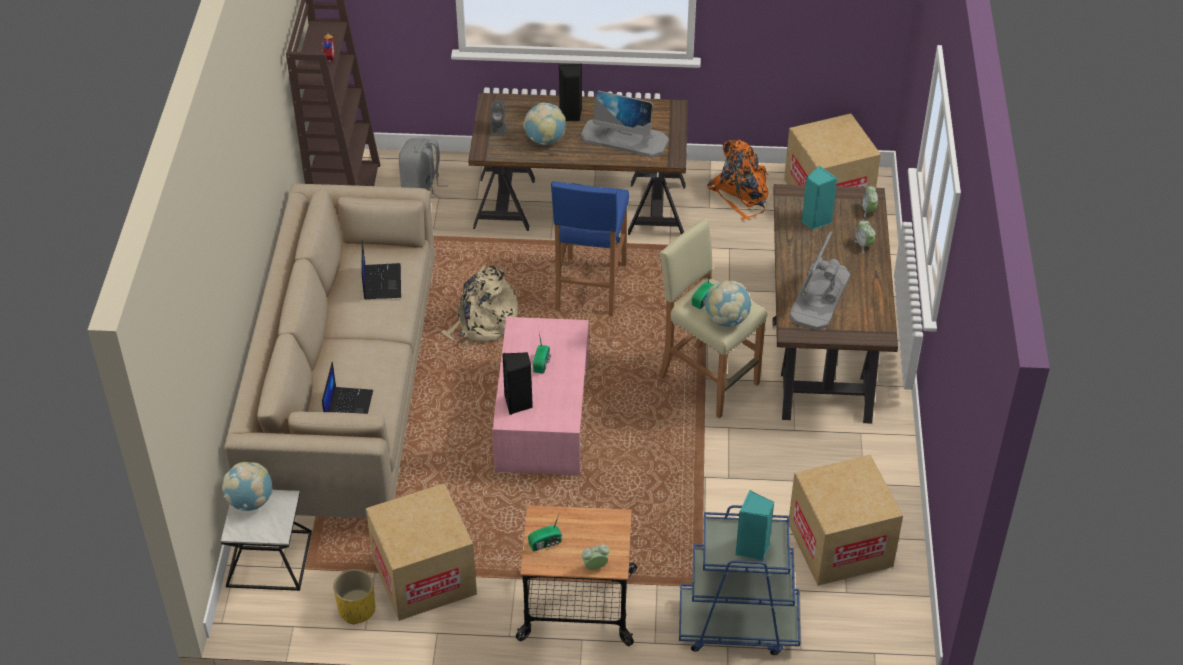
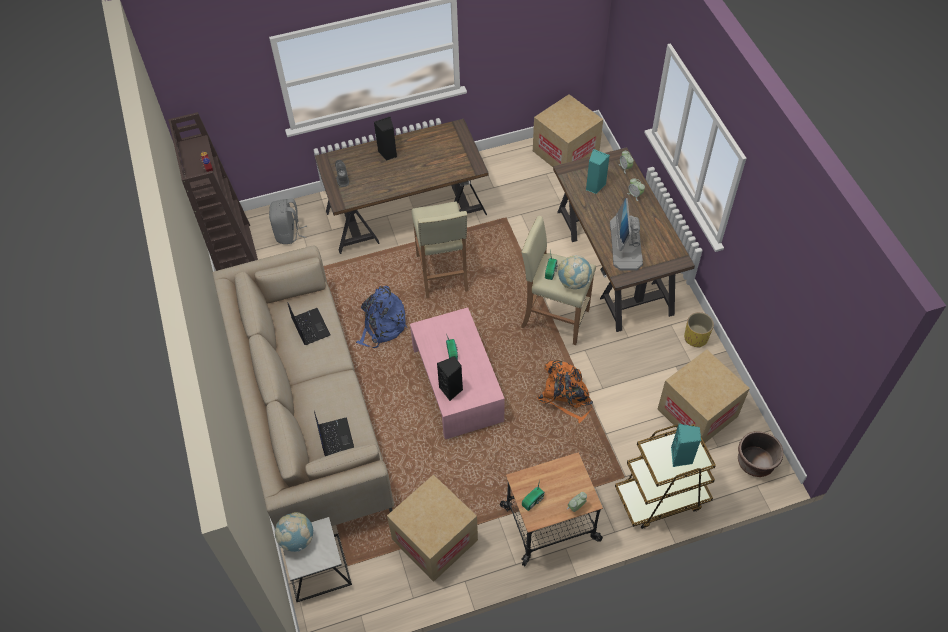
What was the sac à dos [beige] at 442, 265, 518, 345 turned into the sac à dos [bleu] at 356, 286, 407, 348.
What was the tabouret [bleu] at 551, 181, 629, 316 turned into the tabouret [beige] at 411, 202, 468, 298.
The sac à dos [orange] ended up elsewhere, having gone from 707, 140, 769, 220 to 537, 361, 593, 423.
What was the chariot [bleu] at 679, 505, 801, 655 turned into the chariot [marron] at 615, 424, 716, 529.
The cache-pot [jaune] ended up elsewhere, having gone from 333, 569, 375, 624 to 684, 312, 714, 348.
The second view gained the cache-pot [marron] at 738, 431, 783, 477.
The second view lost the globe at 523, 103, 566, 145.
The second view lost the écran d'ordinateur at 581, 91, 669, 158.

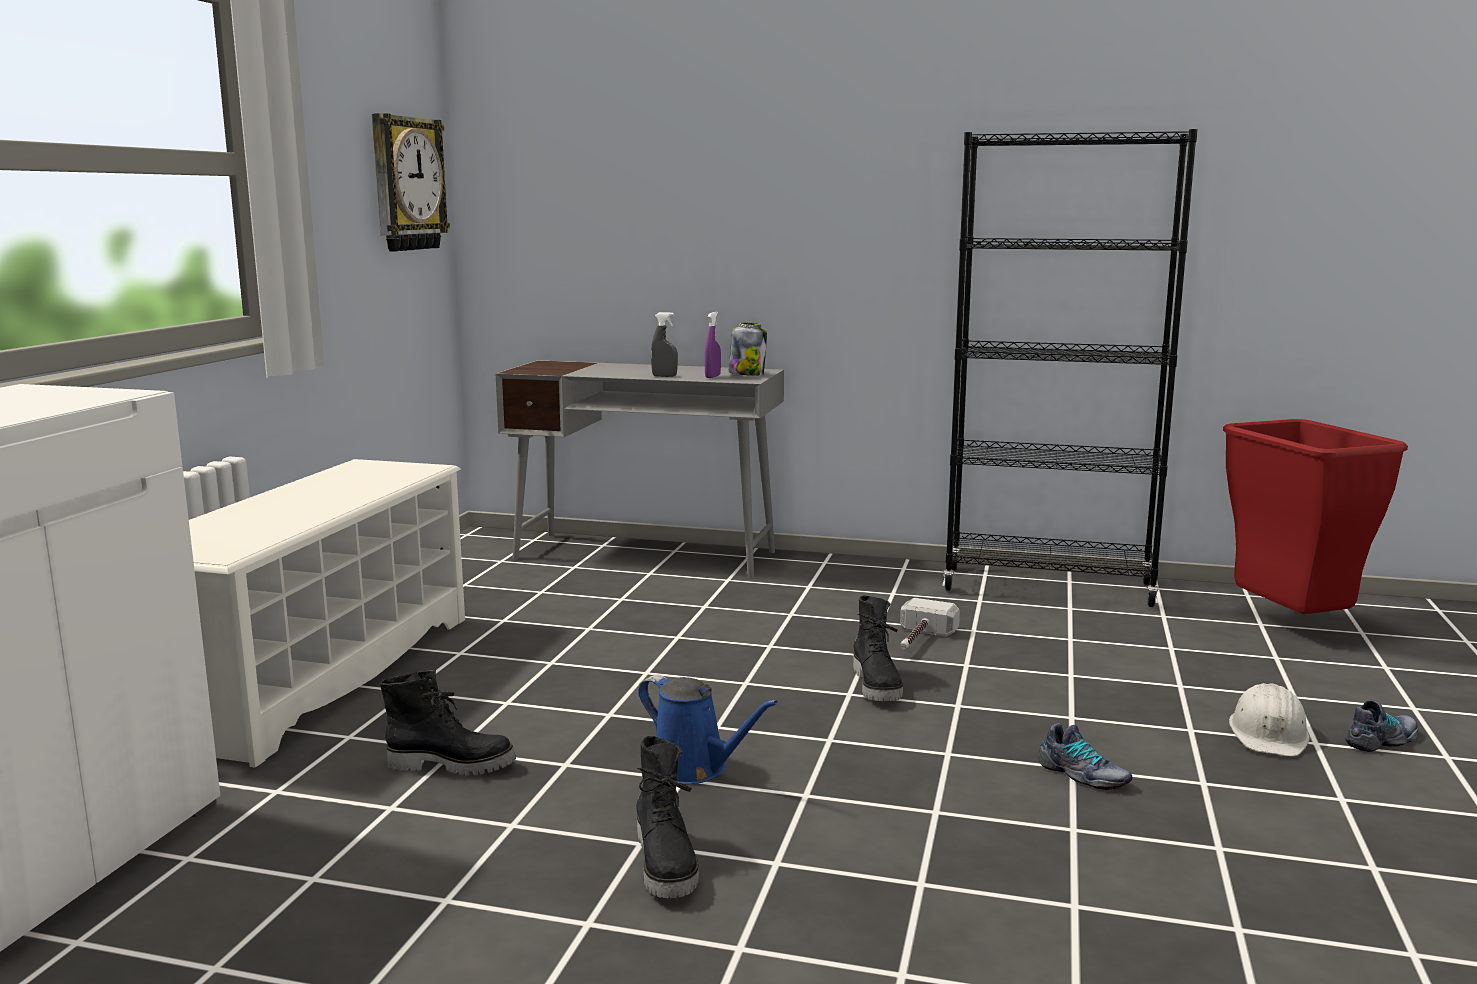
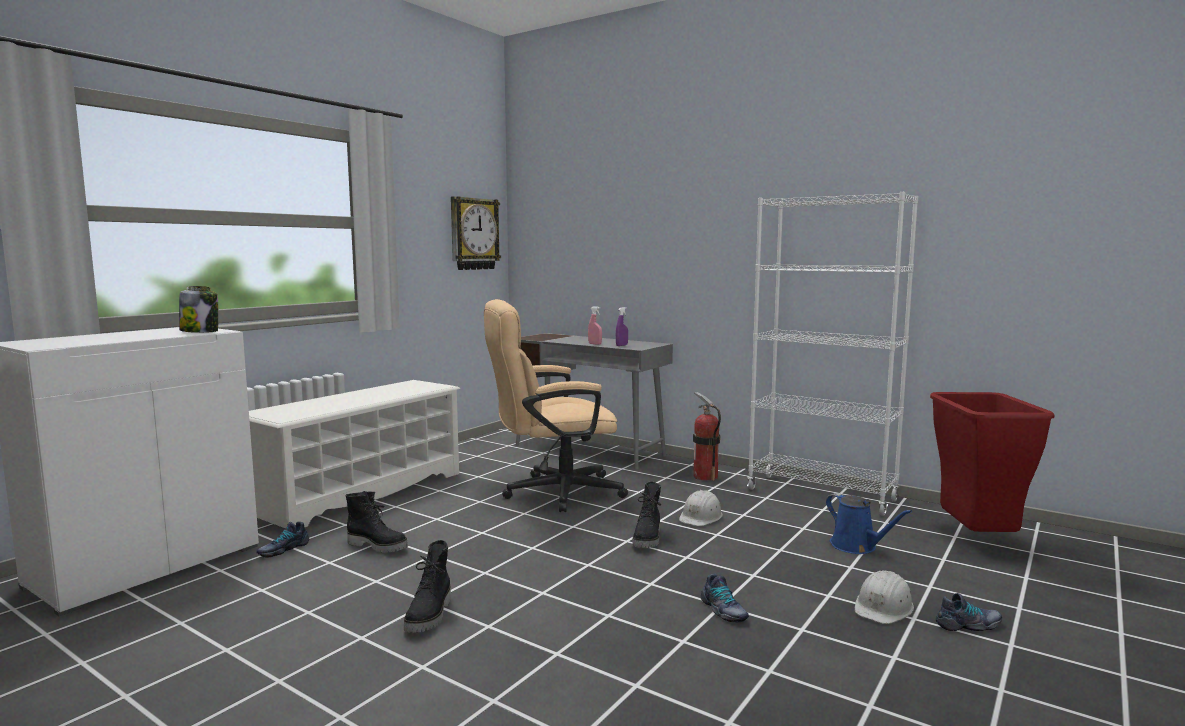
The bocal ended up elsewhere, having gone from 729, 323, 767, 376 to 179, 286, 218, 333.
The second view gained the chaussure at 256, 521, 309, 558.
The second view gained the chaise de bureau [beige] at 484, 299, 628, 512.
What was the vaporisateur [gris] at 651, 312, 678, 377 turned into the vaporisateur [rose] at 588, 307, 602, 345.
Where the marteau stood at 900, 598, 960, 650, the casque de chantier [blanc] came to stand at 679, 490, 723, 526.
The second view gained the extincteur at 693, 392, 721, 481.
What was the bibliothèque [noir] at 943, 129, 1198, 607 turned into the bibliothèque [blanc] at 747, 192, 918, 516.
The arrosoir [bleu] ended up elsewhere, having gone from 638, 675, 778, 785 to 826, 493, 912, 554.

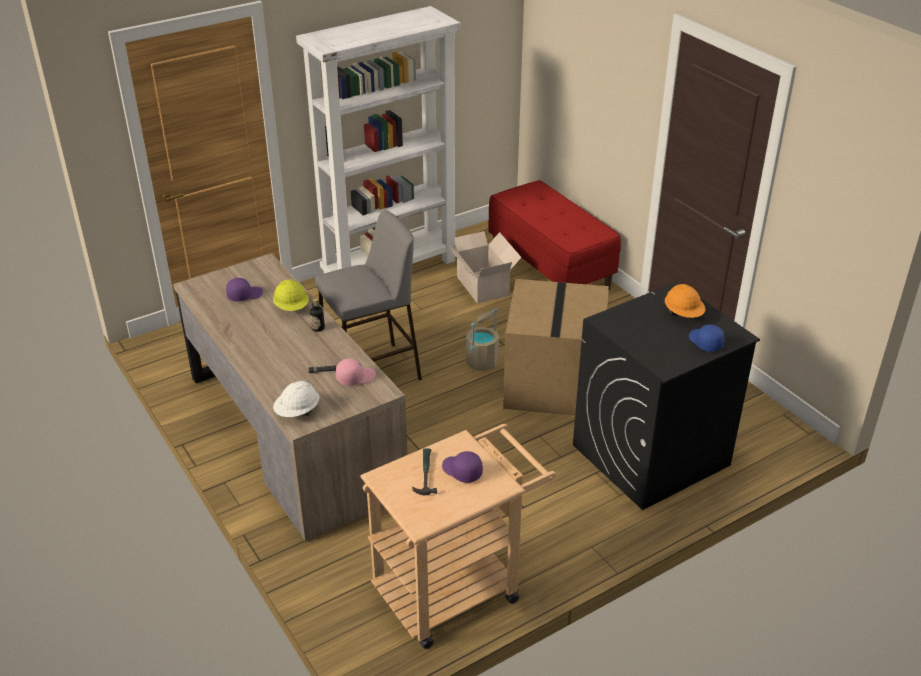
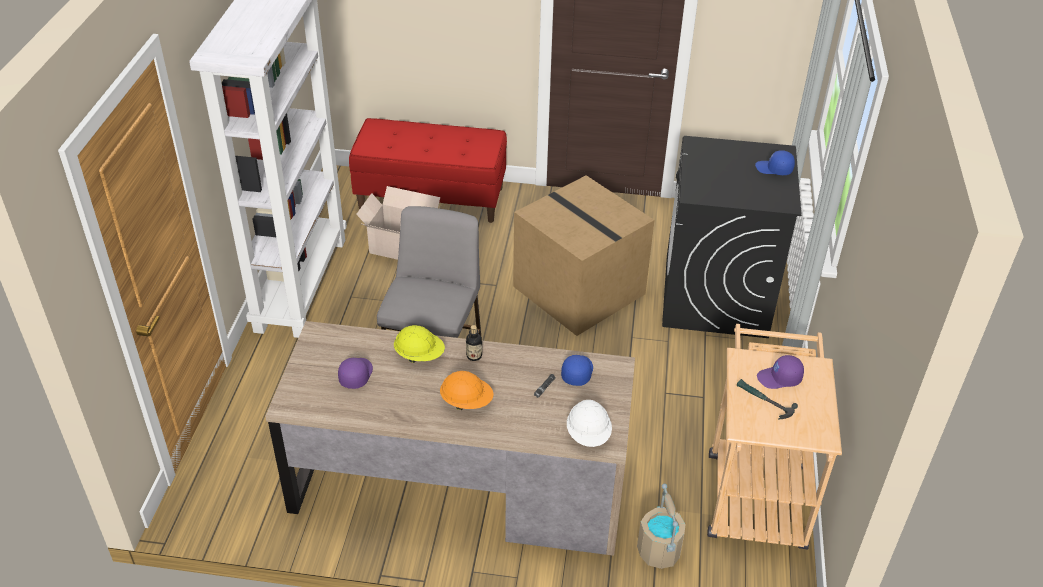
The casque de chantier [orange] ended up elsewhere, having gone from 665, 284, 705, 318 to 440, 371, 494, 410.
What was the casquette [rose] at 336, 358, 376, 385 turned into the casquette [bleu] at 561, 355, 593, 386.
The seau [beige] ended up elsewhere, having gone from 466, 308, 499, 371 to 637, 484, 686, 569.

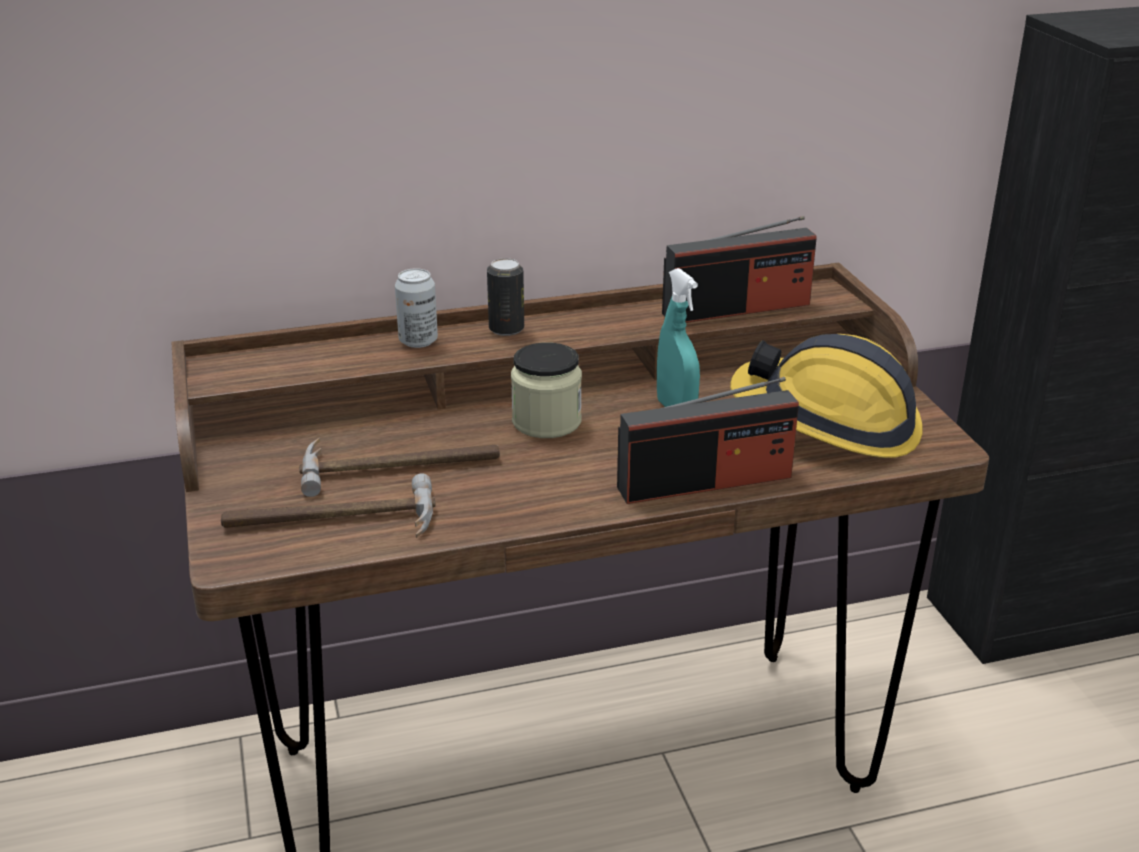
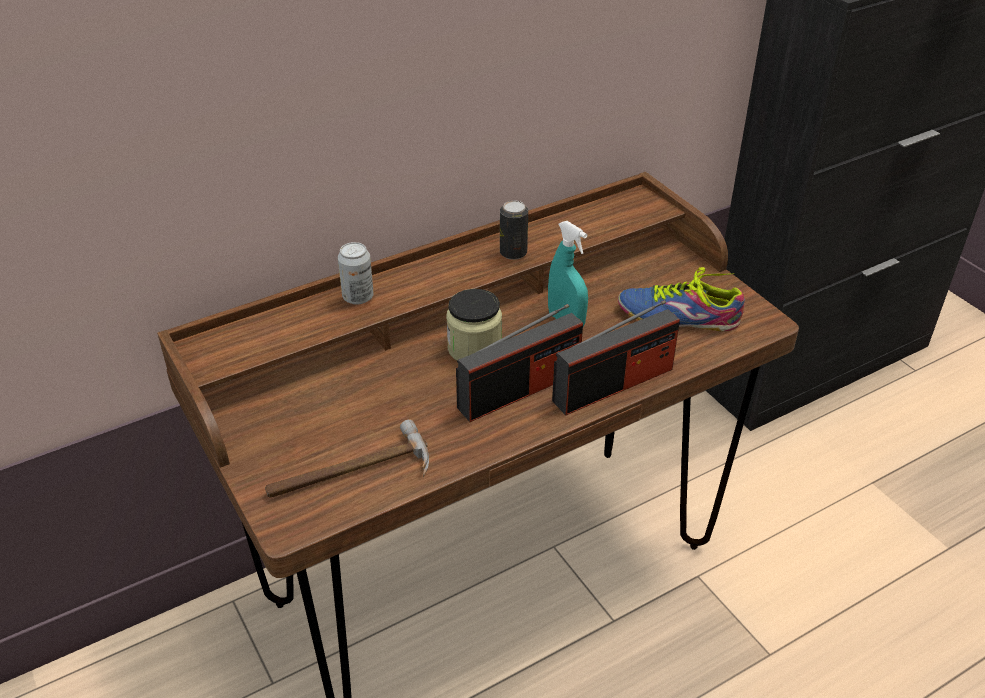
The radio ended up elsewhere, having gone from 662, 216, 817, 323 to 456, 304, 583, 422.
The boîte métallique ended up elsewhere, having gone from 487, 258, 524, 336 to 500, 200, 528, 260.
Where the casque de chantier stood at 730, 334, 923, 458, the chaussure came to stand at 618, 267, 745, 332.
The second view lost the marteau at 299, 437, 500, 497.

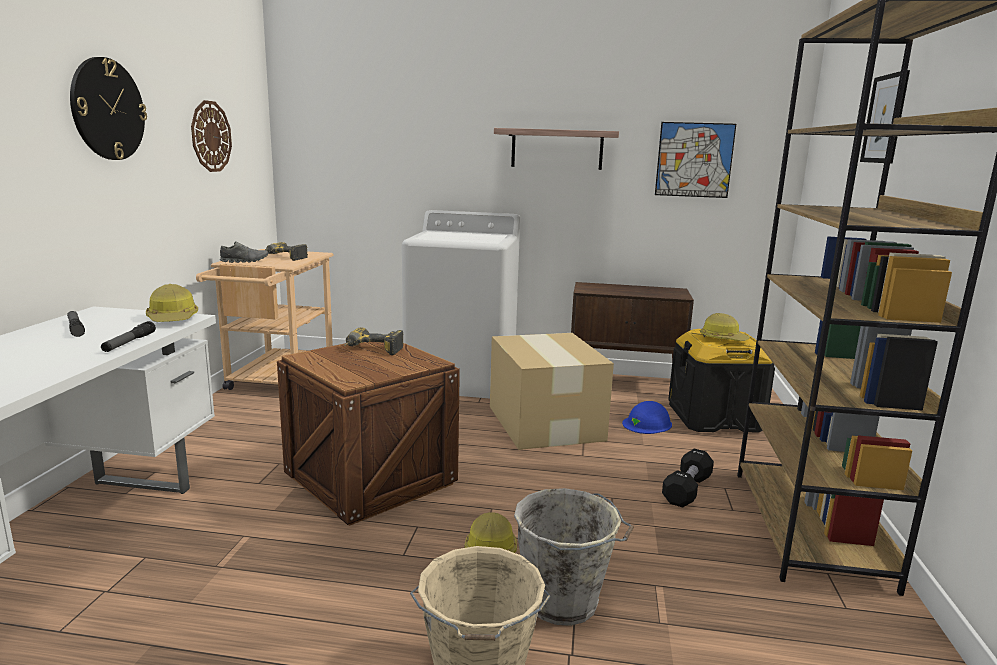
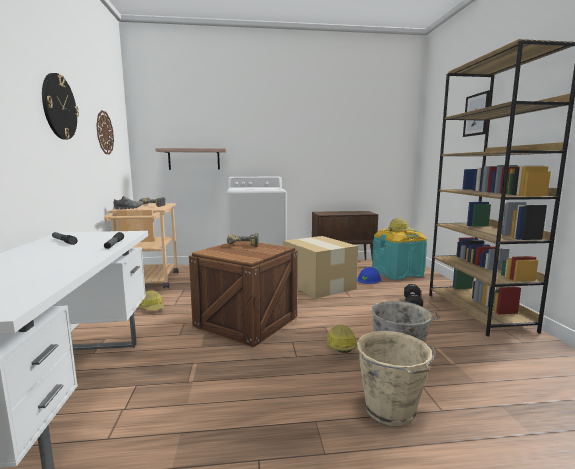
The casque de chantier ended up elsewhere, having gone from 146, 284, 198, 322 to 139, 290, 165, 311.
The étagère ended up elsewhere, having gone from 494, 128, 619, 170 to 155, 148, 227, 170.
What was the boîte de rangement [noir] at 668, 329, 775, 432 turned into the boîte de rangement [turquoise] at 372, 229, 427, 280.
The second view lost the tableau at 655, 122, 736, 198.

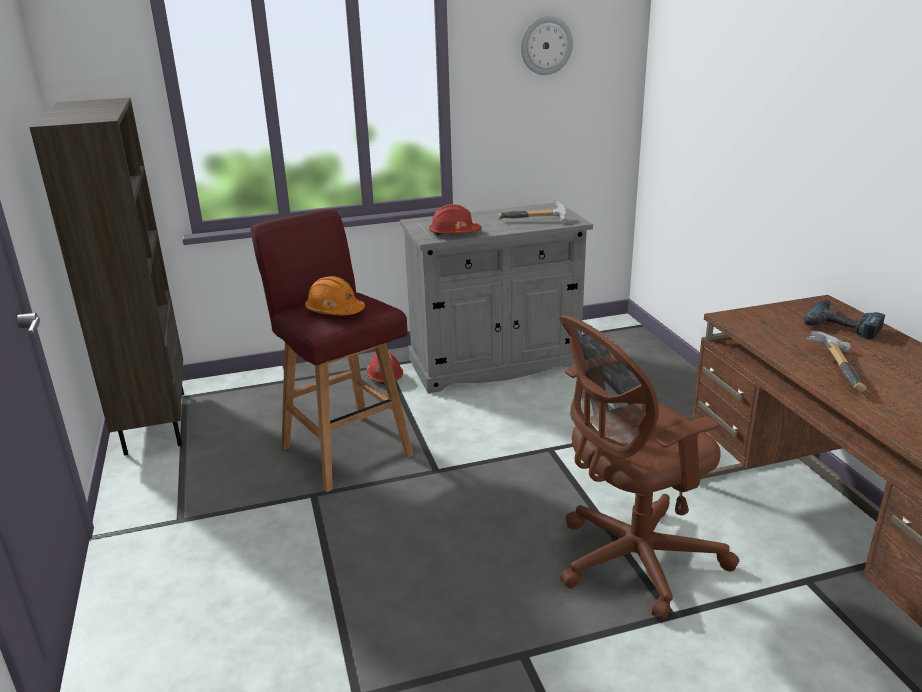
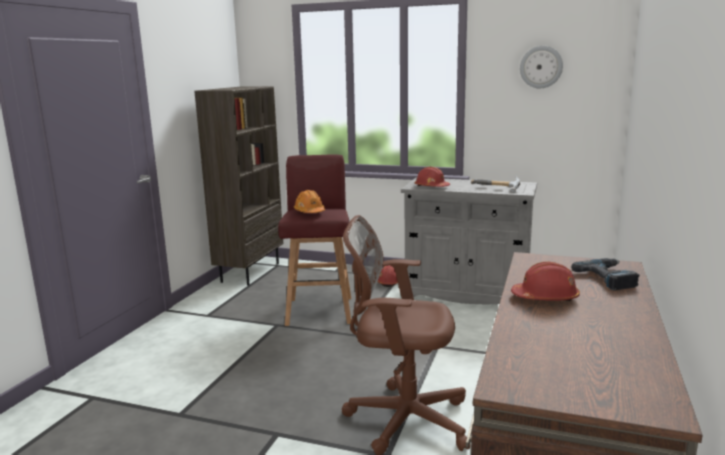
Where the marteau stood at 806, 331, 867, 392, the casque de chantier [rouge] came to stand at 511, 262, 580, 301.

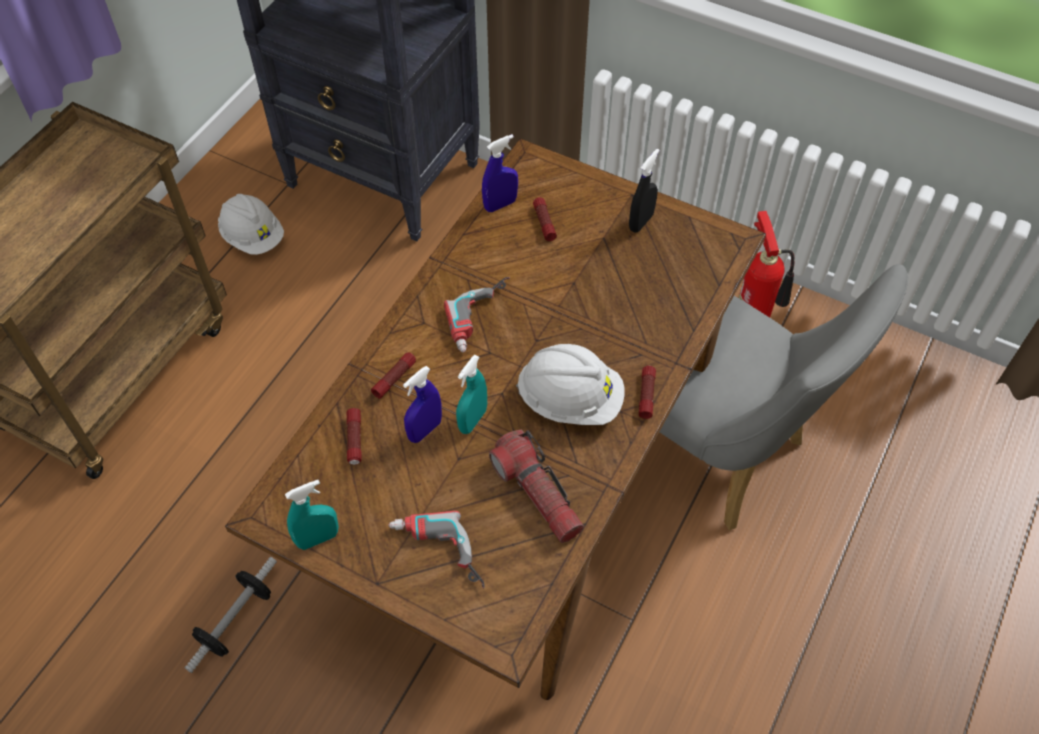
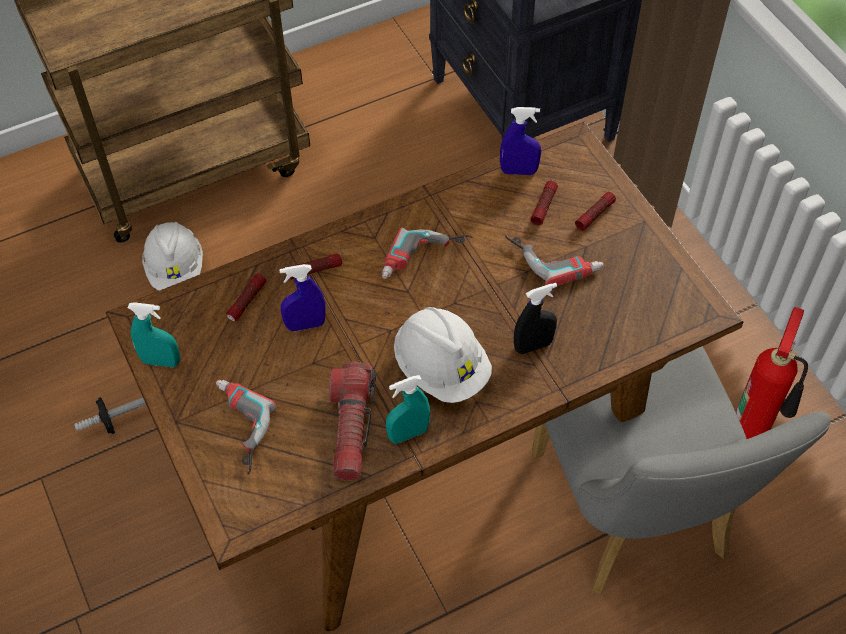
The casque de chantier [blanc] ended up elsewhere, having gone from 218, 194, 284, 255 to 142, 222, 203, 291.
The vaporisateur [turquoise] ended up elsewhere, having gone from 456, 355, 487, 434 to 386, 375, 430, 444.
The second view gained the perceuse at 505, 235, 604, 286.
The vaporisateur [noir] ended up elsewhere, having gone from 629, 149, 660, 232 to 514, 283, 557, 354.
The lampe de poche ended up elsewhere, having gone from 639, 366, 656, 419 to 575, 192, 616, 231.

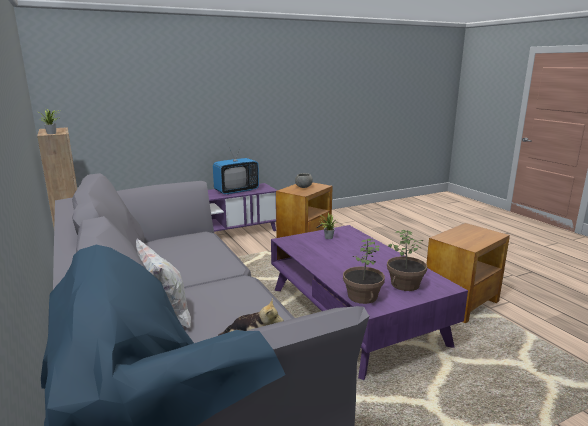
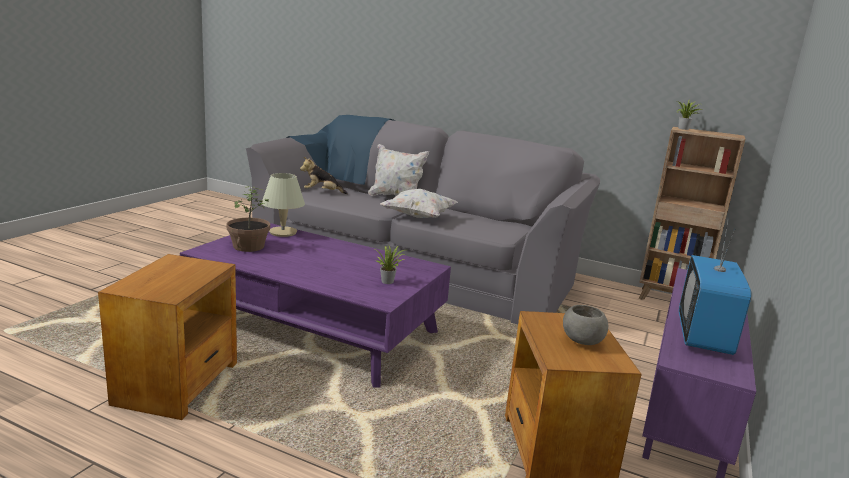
Where the plante en pot stood at 343, 238, 385, 304, the lampe de table [beige] came to stand at 262, 173, 305, 237.
The second view gained the coussin [blanc] at 380, 189, 458, 218.

